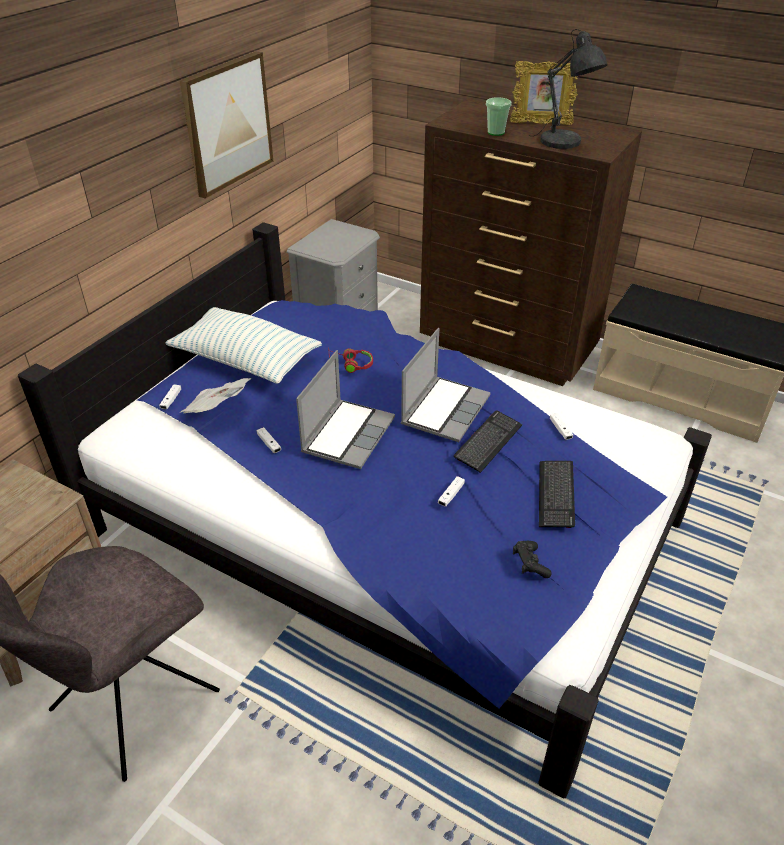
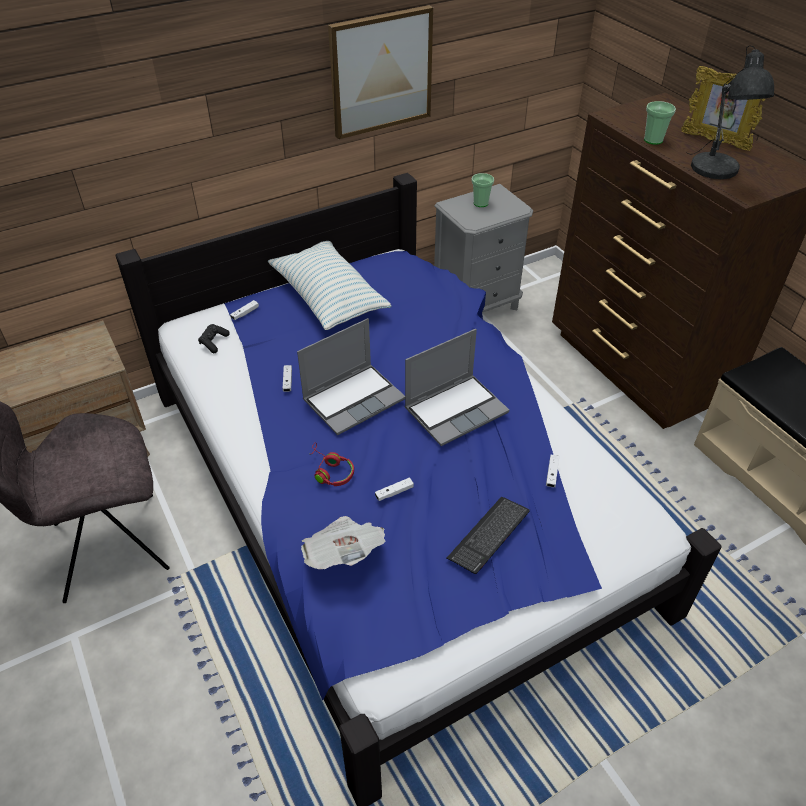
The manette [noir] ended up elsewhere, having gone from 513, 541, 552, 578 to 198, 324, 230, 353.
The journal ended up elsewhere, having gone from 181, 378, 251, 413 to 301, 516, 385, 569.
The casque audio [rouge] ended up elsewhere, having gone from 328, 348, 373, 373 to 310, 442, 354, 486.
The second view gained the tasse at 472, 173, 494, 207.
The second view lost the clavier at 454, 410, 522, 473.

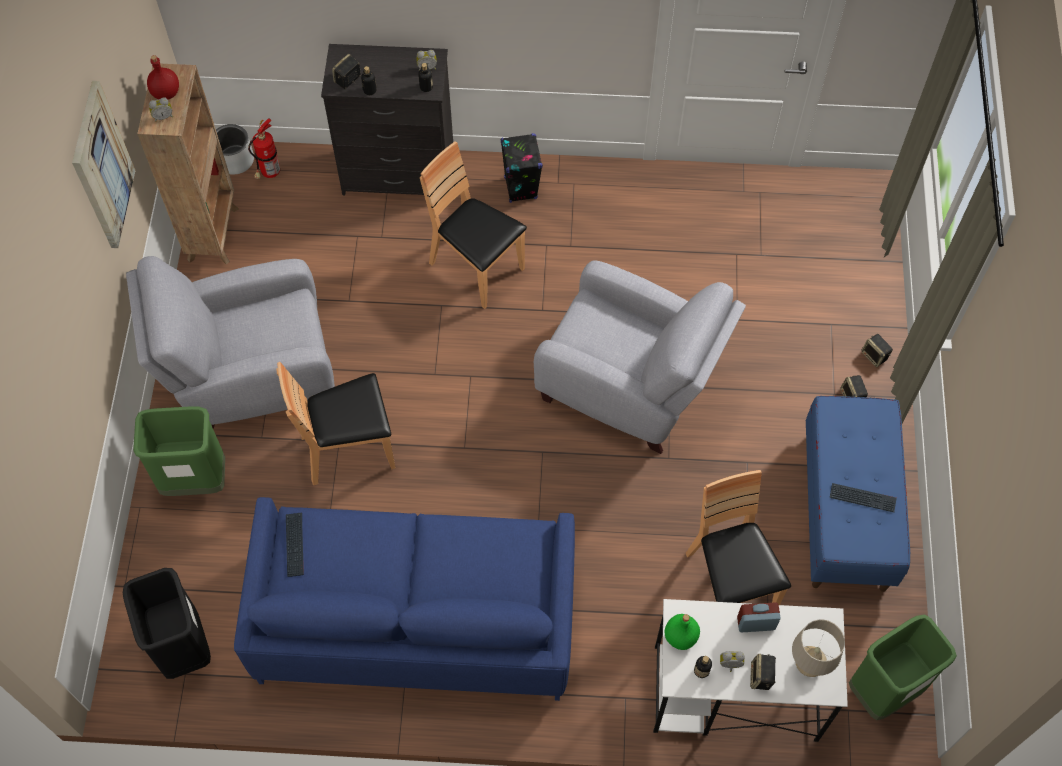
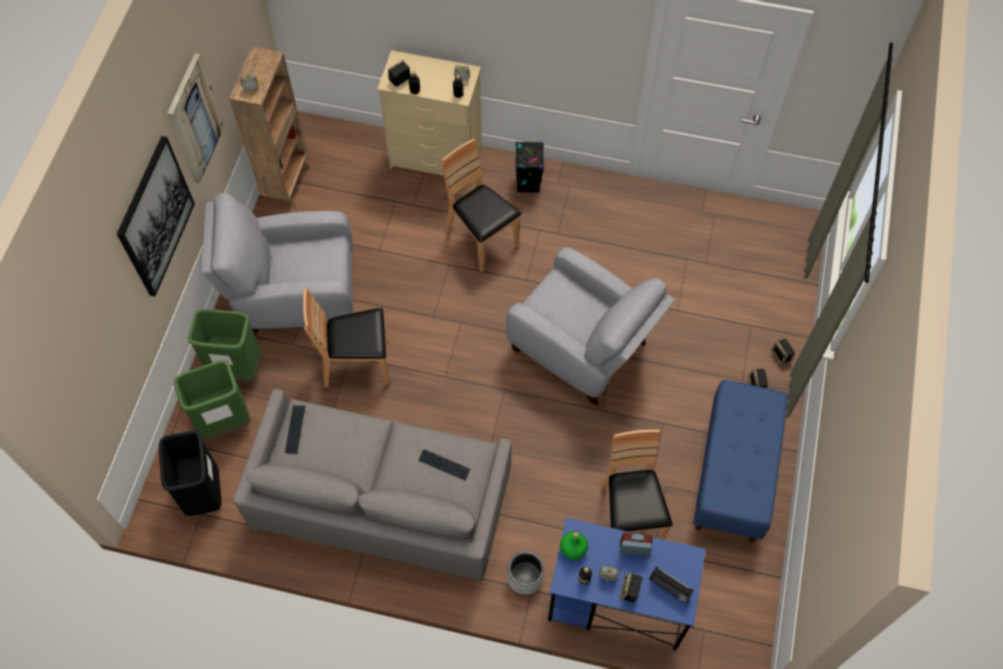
The second view gained the tableau at 117, 136, 195, 297.
The poubelle [vert] ended up elsewhere, having gone from 849, 615, 957, 720 to 174, 361, 251, 439.
What was the canapé [bleu] at 234, 497, 575, 701 turned into the canapé [gris] at 233, 389, 512, 583.
What was the commode [noir] at 321, 44, 453, 195 turned into the commode [beige] at 377, 50, 482, 184.
The clavier ended up elsewhere, having gone from 830, 483, 897, 512 to 418, 449, 470, 480.
The cache-pot [gris] ended up elsewhere, having gone from 216, 124, 254, 175 to 507, 551, 544, 595.
What was the bureau [blanc] at 653, 599, 848, 742 turned into the bureau [bleu] at 548, 518, 706, 651.
Where the lampe de table [beige] stood at 792, 619, 845, 677, the radio came to stand at 649, 566, 694, 603.
The second view lost the bouteille [rouge] at 147, 55, 179, 99.
The second view lost the extincteur at 248, 118, 280, 179.

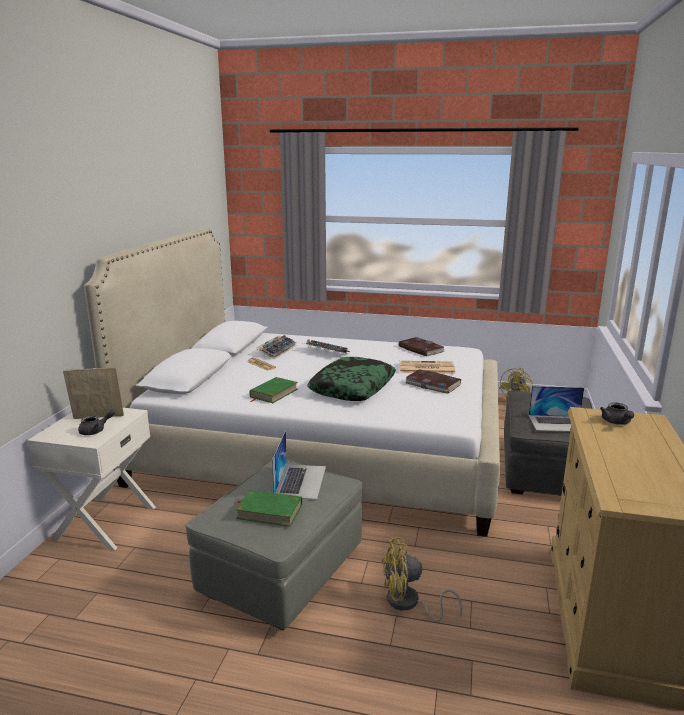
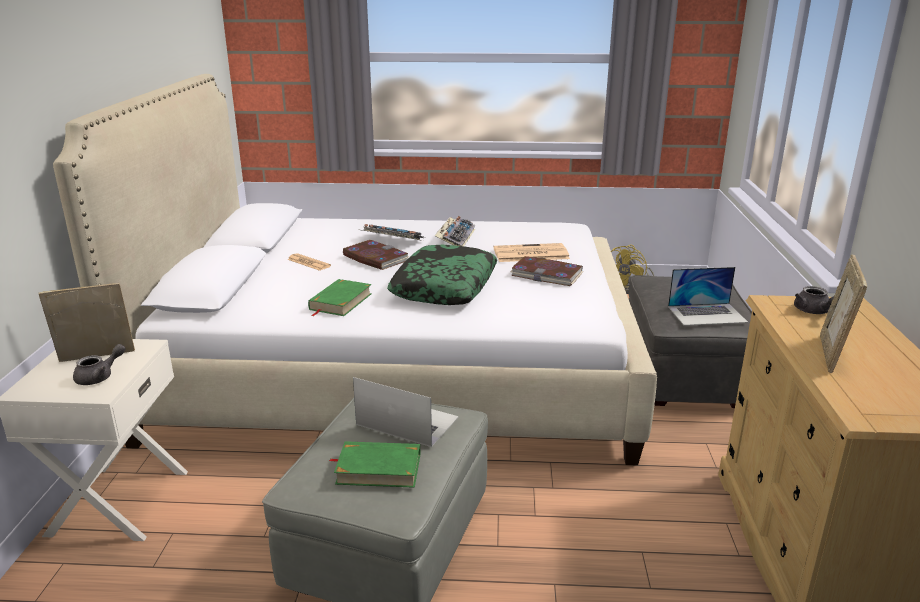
The livre ended up elsewhere, having gone from 399, 337, 445, 356 to 343, 240, 410, 270.
The ordinateur portable at 272, 431, 326, 500 ended up facing another way, 60 degrees counterclockwise from before.
The clavier ended up elsewhere, having gone from 256, 335, 296, 359 to 435, 216, 476, 246.
The second view gained the cadre photo at 820, 255, 867, 373.
The second view lost the ventilateur [jaune] at 382, 538, 463, 622.

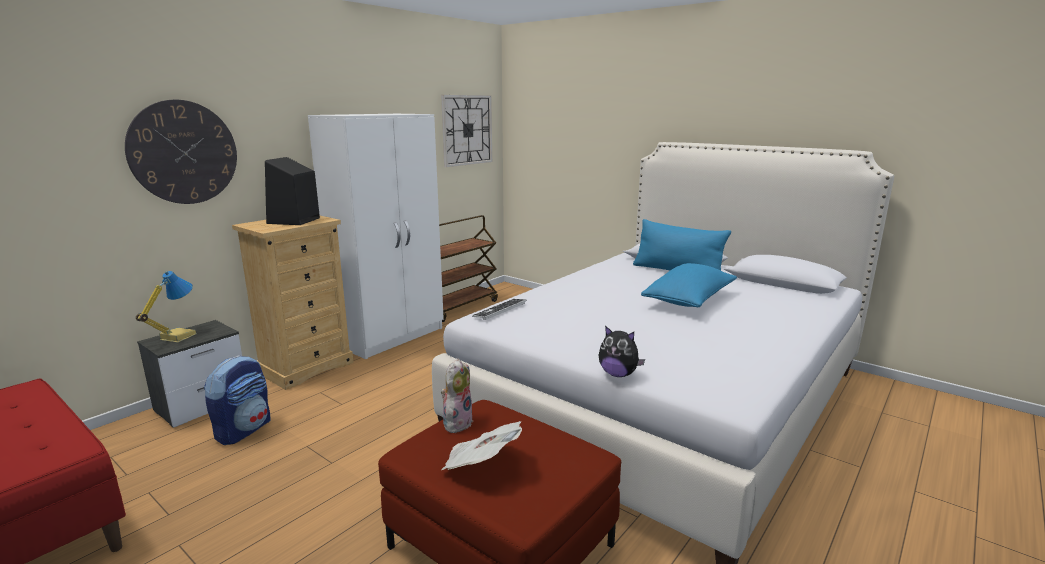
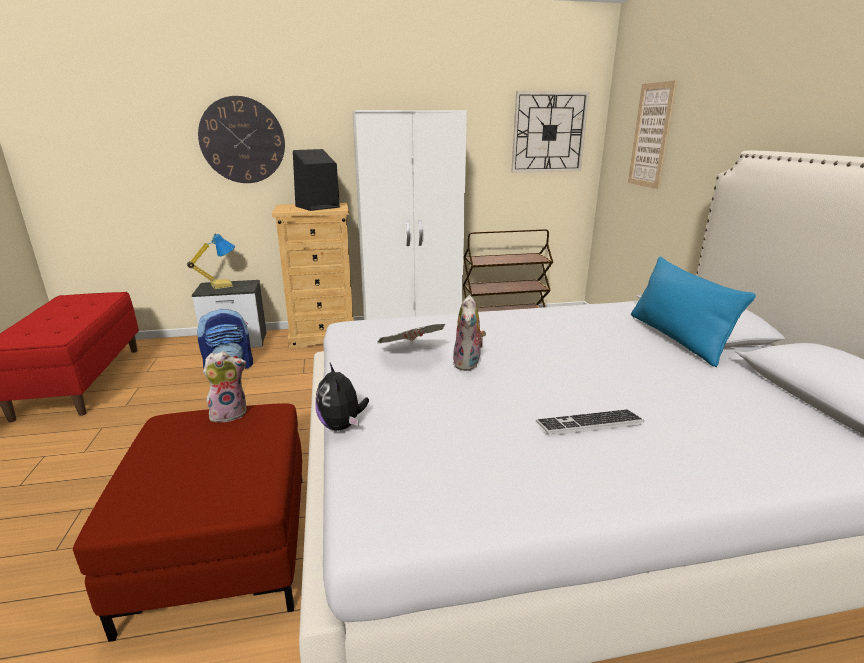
The journal ended up elsewhere, having gone from 442, 421, 522, 470 to 377, 324, 446, 343.
The second view gained the peluche at 453, 295, 486, 371.
The clavier ended up elsewhere, having gone from 472, 299, 527, 320 to 536, 409, 644, 436.
The second view gained the tableau at 628, 80, 677, 189.
The second view lost the coussin [bleu] at 641, 263, 737, 307.

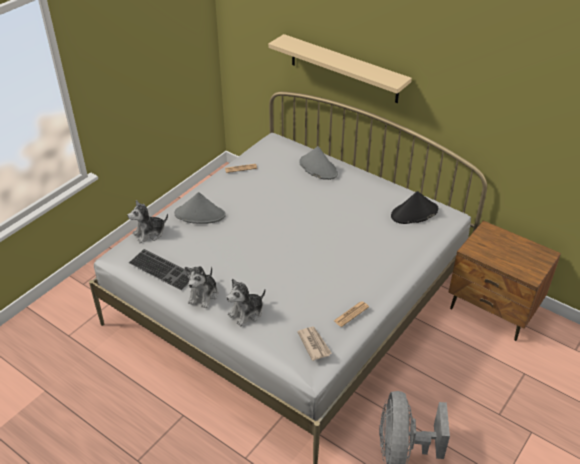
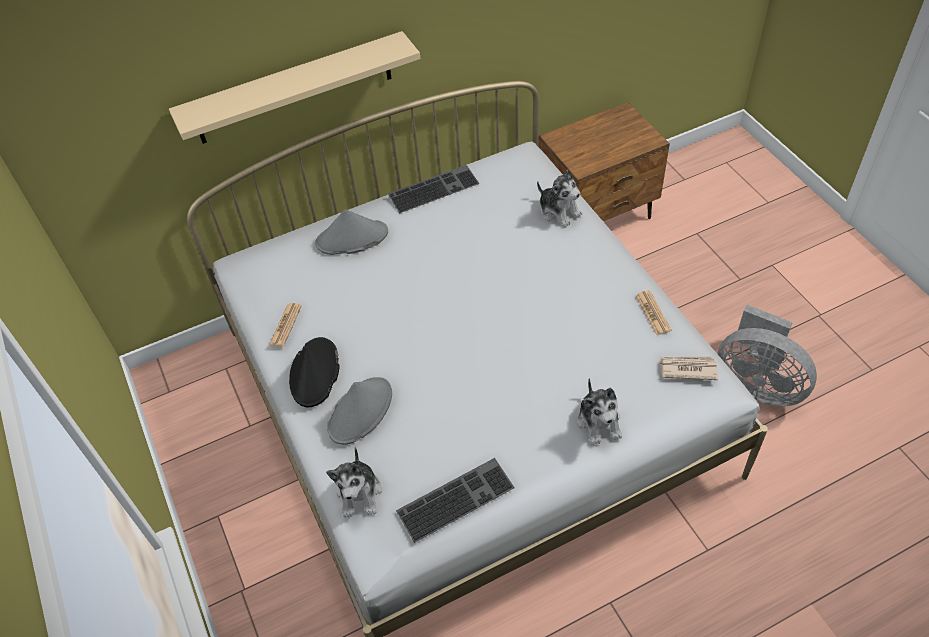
The chapeau [noir] ended up elsewhere, having gone from 391, 191, 438, 224 to 289, 337, 340, 407.
The second view gained the clavier at 388, 165, 479, 213.
The peluche ended up elsewhere, having gone from 185, 266, 218, 308 to 537, 170, 582, 228.

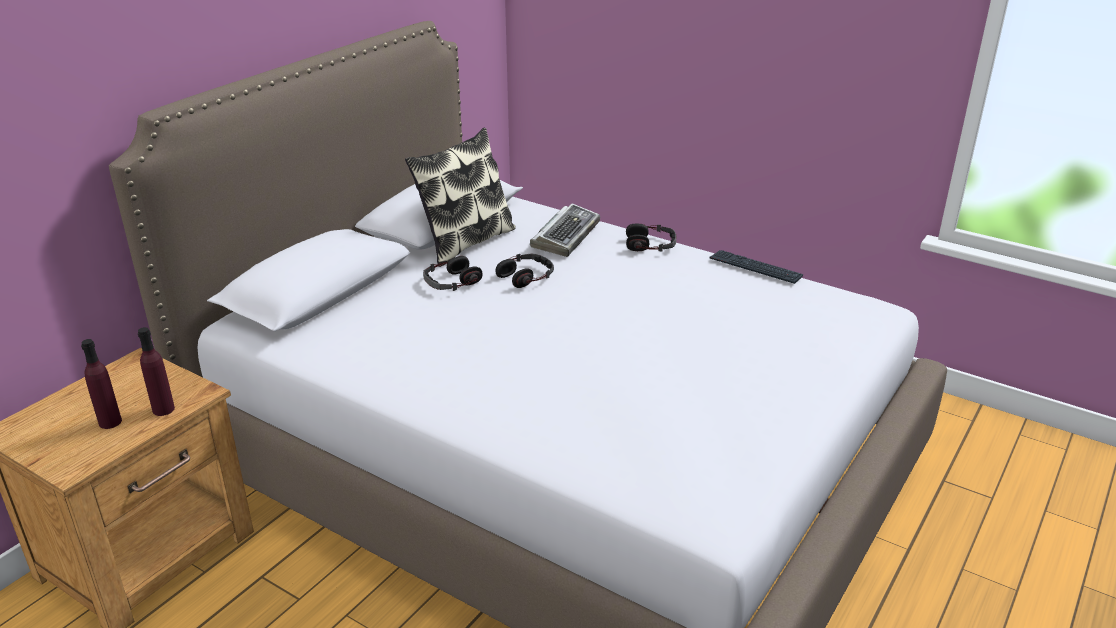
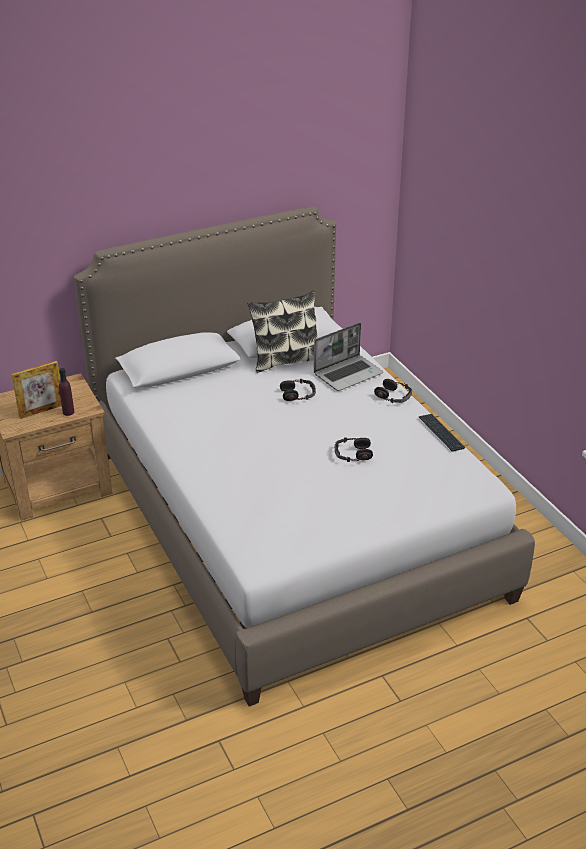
Where the bouteille [violet] stood at 81, 339, 122, 429, the cadre photo came to stand at 11, 361, 62, 419.
Where the clavier stood at 530, 203, 600, 257, the ordinateur portable came to stand at 314, 323, 384, 391.
The casque audio ended up elsewhere, having gone from 423, 256, 483, 291 to 335, 437, 373, 462.

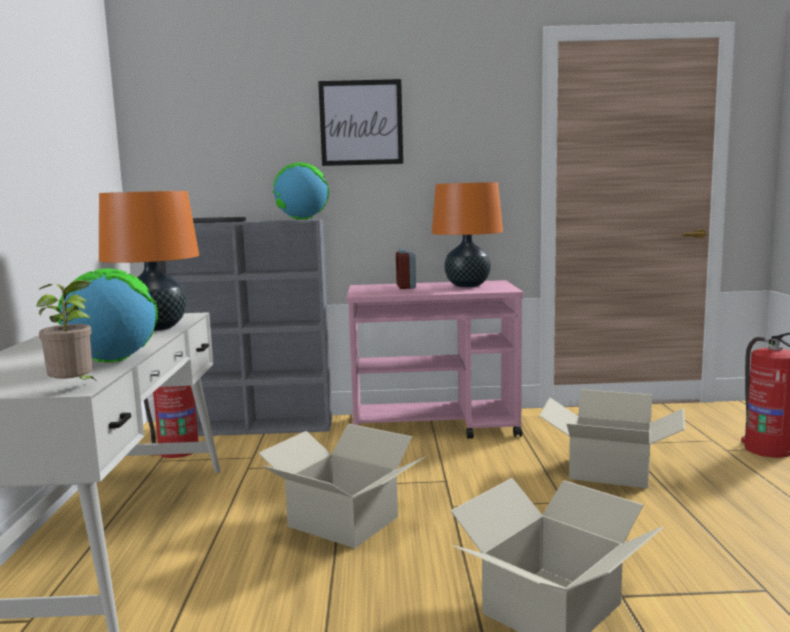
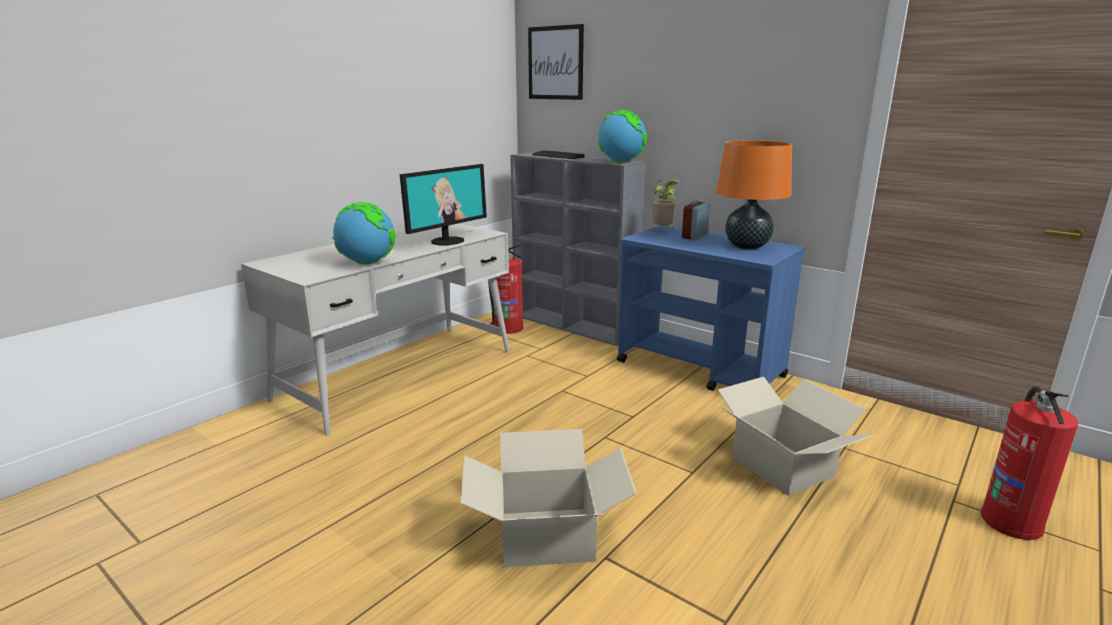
Where the lampe de table [orange] stood at 99, 191, 199, 331, the écran d'ordinateur came to stand at 400, 164, 487, 245.
The tableau ended up elsewhere, having gone from 318, 79, 403, 166 to 528, 24, 584, 100.
What was the chariot [rose] at 346, 280, 523, 439 turned into the chariot [bleu] at 617, 226, 805, 391.
The plante en pot ended up elsewhere, having gone from 37, 280, 98, 382 to 653, 180, 680, 228.
The second view lost the carton at 258, 424, 425, 548.

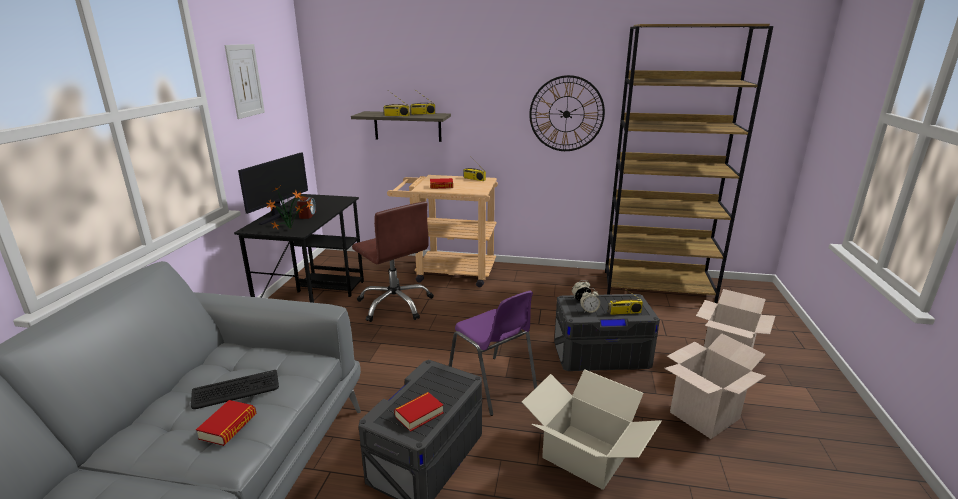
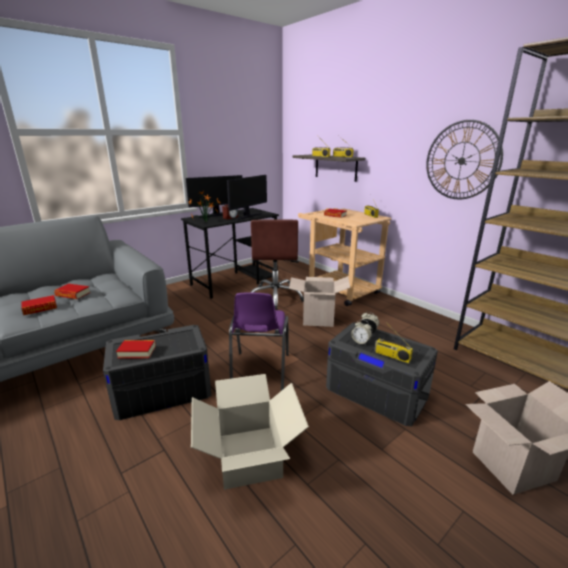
Where the clavier stood at 191, 370, 279, 409, the livre came to stand at 54, 284, 90, 299.
The second view gained the écran d'ordinateur at 227, 175, 267, 220.
The carton ended up elsewhere, having gone from 664, 333, 766, 439 to 289, 276, 350, 327.
The second view lost the tableau at 224, 44, 265, 119.

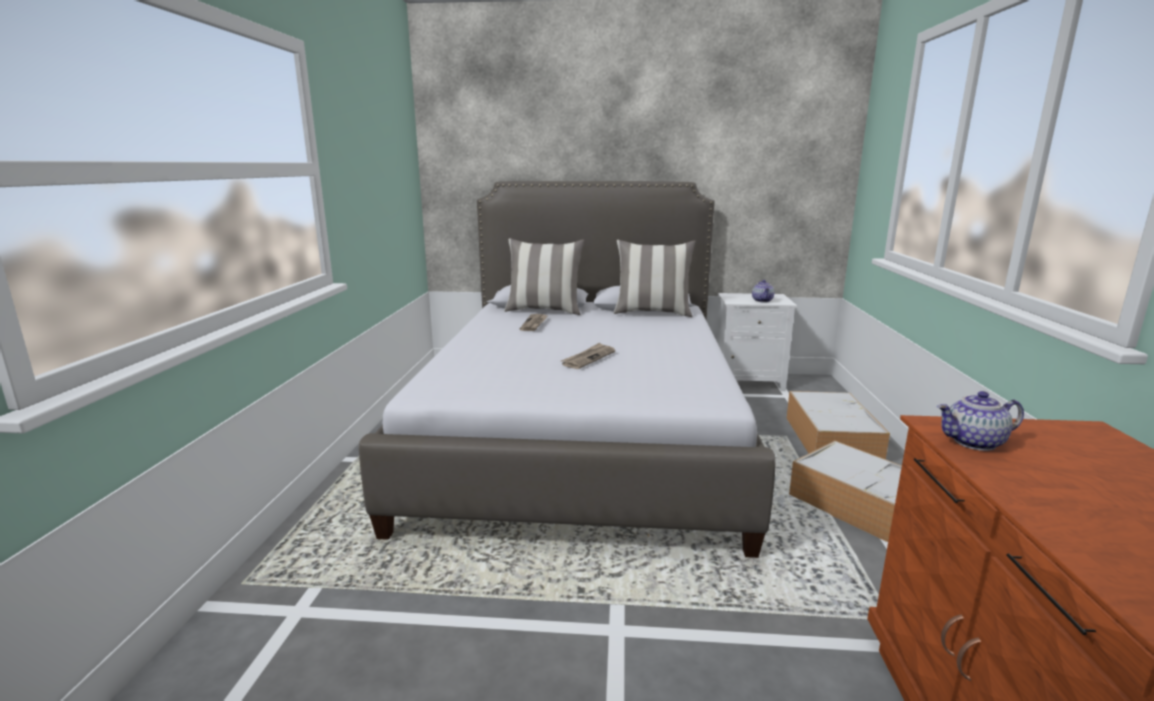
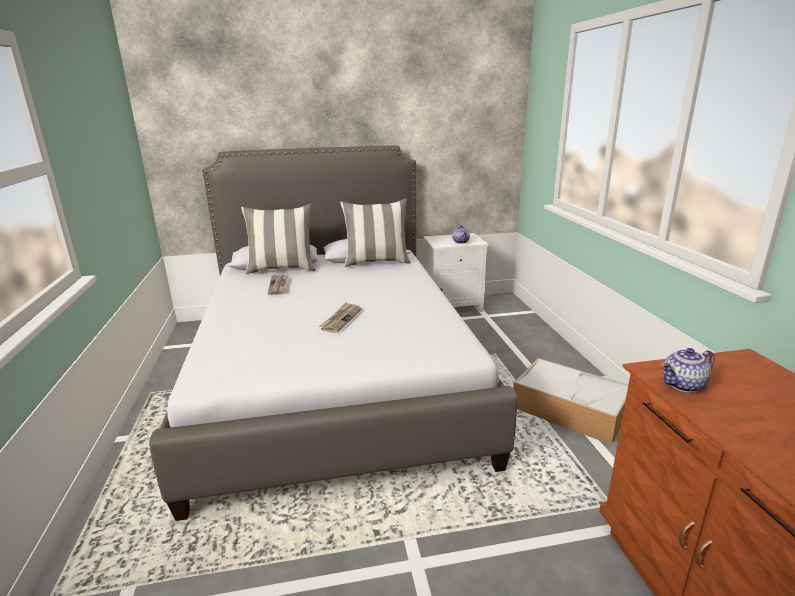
The second view lost the boîte de rangement at 787, 391, 890, 459.

